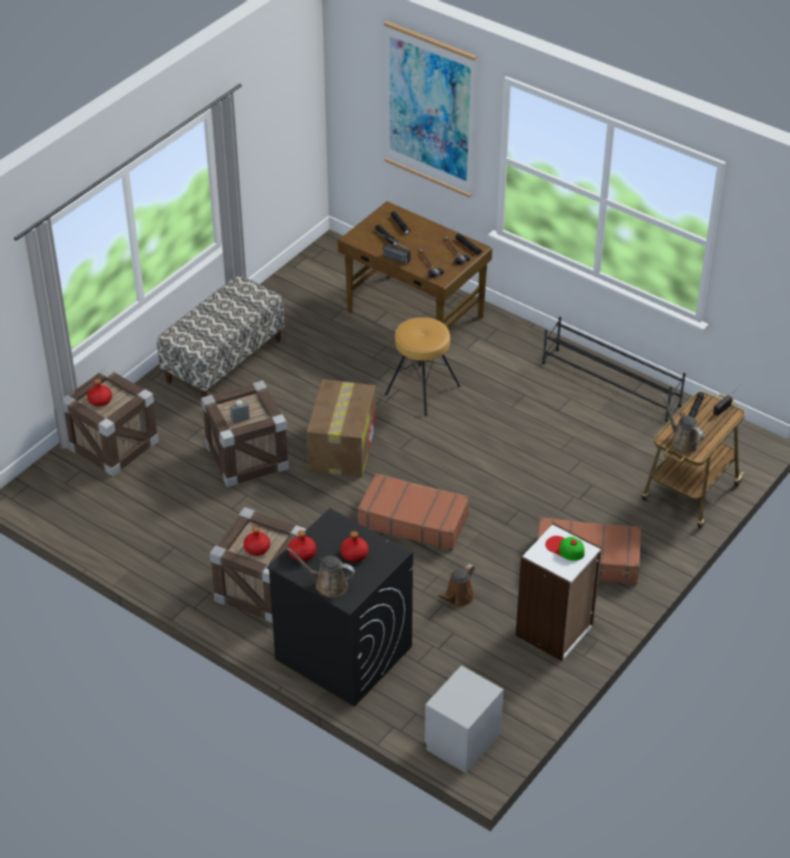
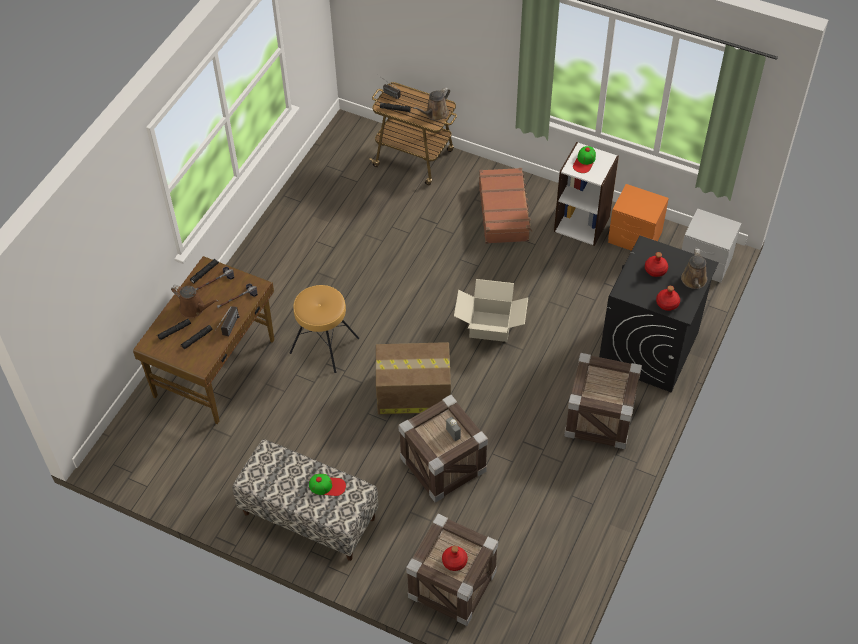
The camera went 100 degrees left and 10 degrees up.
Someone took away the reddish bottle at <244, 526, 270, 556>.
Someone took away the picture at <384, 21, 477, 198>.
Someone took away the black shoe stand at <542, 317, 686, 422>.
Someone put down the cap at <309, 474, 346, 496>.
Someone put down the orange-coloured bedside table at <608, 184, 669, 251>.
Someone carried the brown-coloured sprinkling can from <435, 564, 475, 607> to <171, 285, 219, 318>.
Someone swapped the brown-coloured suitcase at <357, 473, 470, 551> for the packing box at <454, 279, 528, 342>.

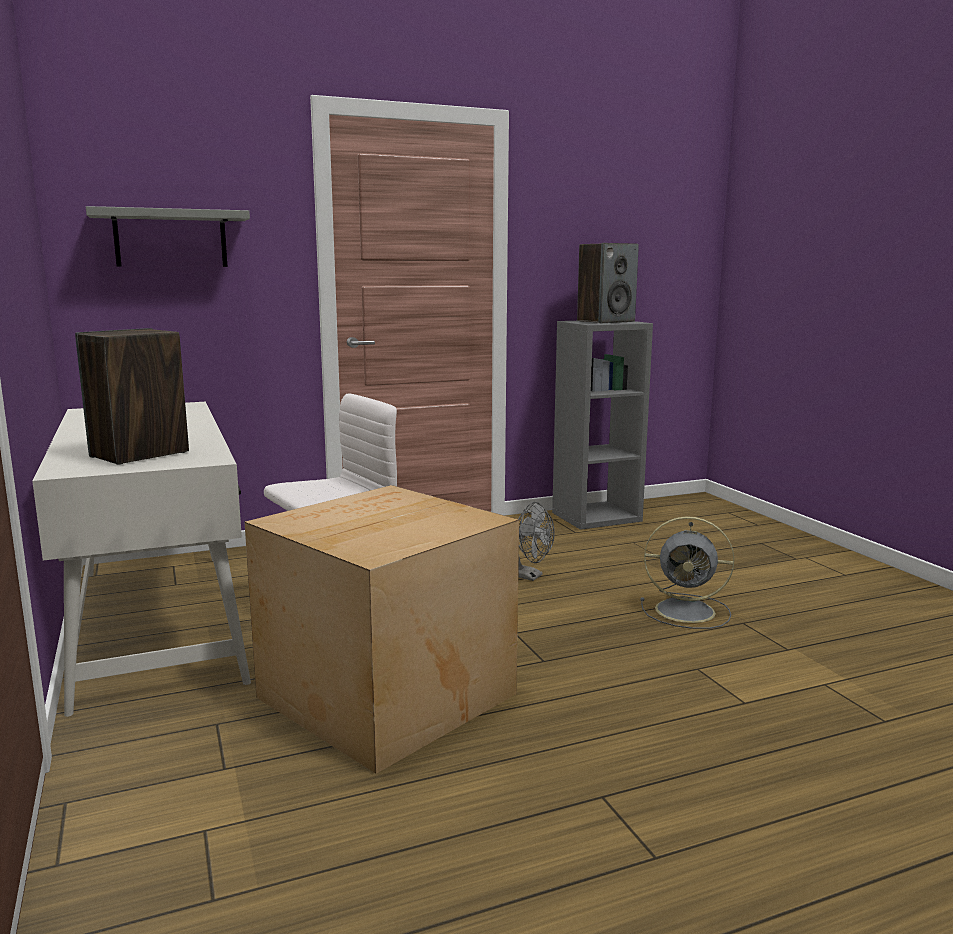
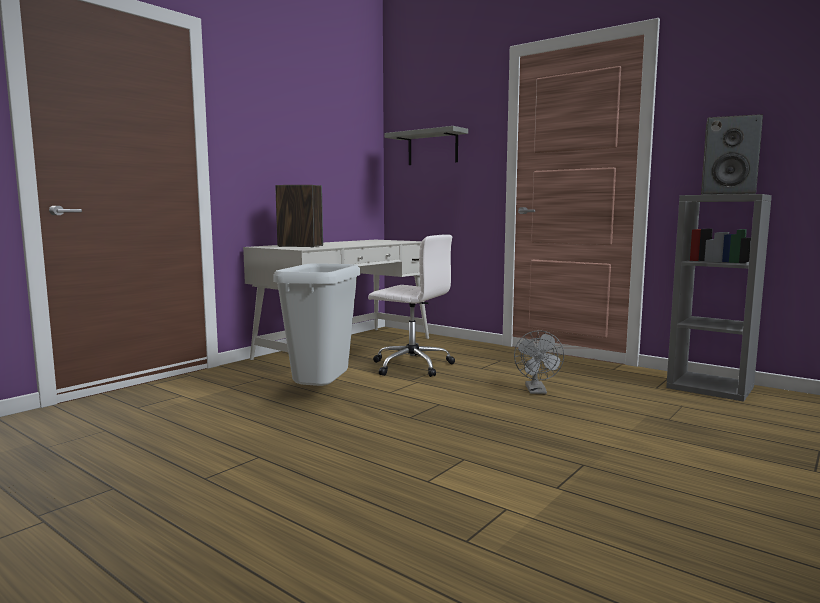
The camera went 60 degrees right and 5 degrees down.
Someone took away the gray electric fan at <640, 516, 734, 629>.
Someone swapped the packing box at <244, 485, 519, 774> for the gray rubbish bin at <273, 263, 360, 386>.

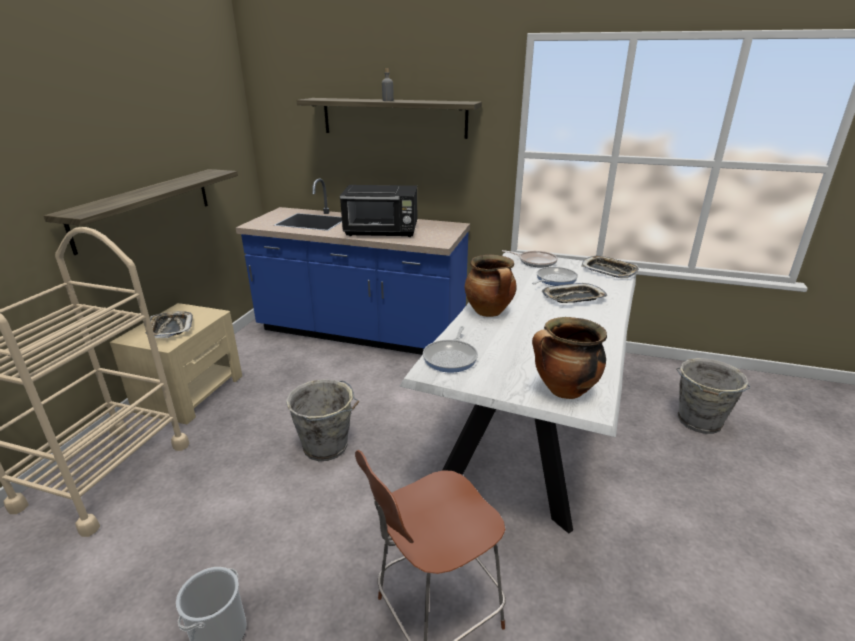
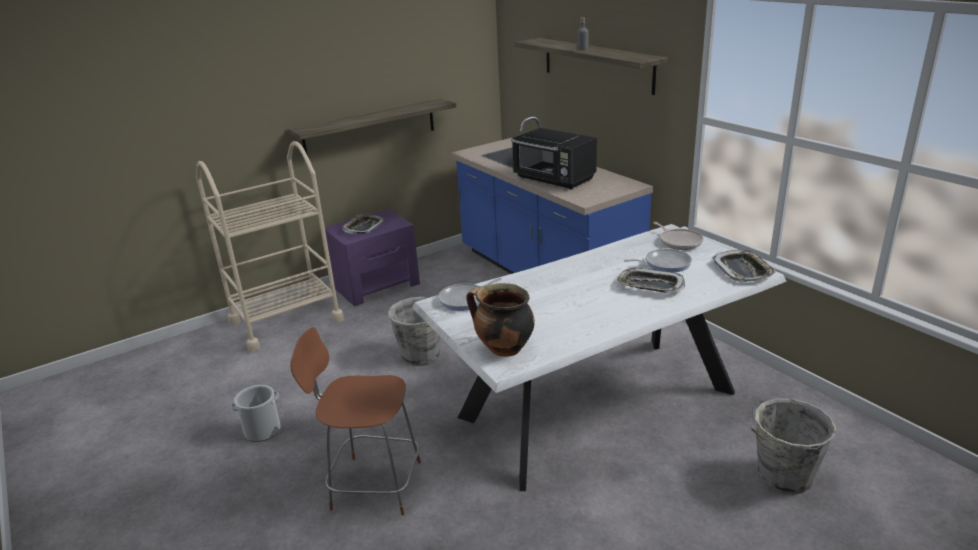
The camera went 40 degrees right and 0 degrees up.
Someone took away the cooking pot at <465, 255, 517, 317>.
Someone repainted the sand-coloured bedside table at <110, 303, 242, 424>, which became the purple-coloured bedside table at <325, 209, 420, 306>.

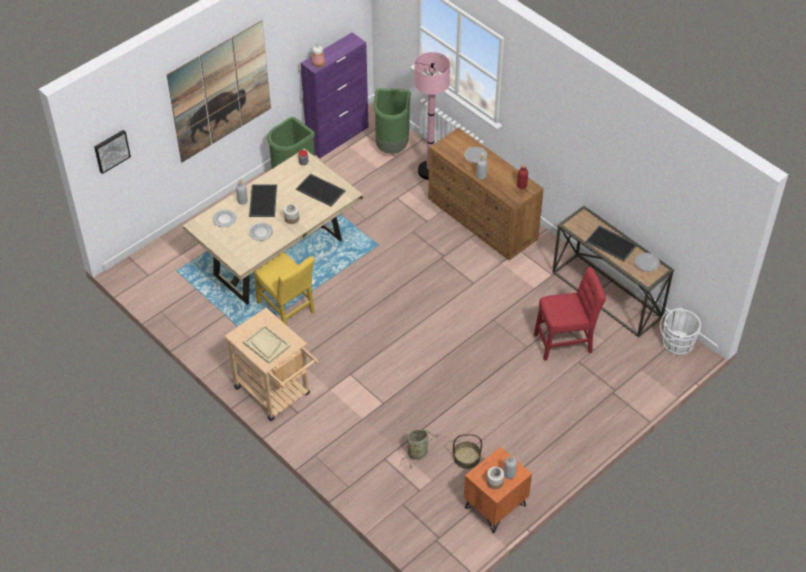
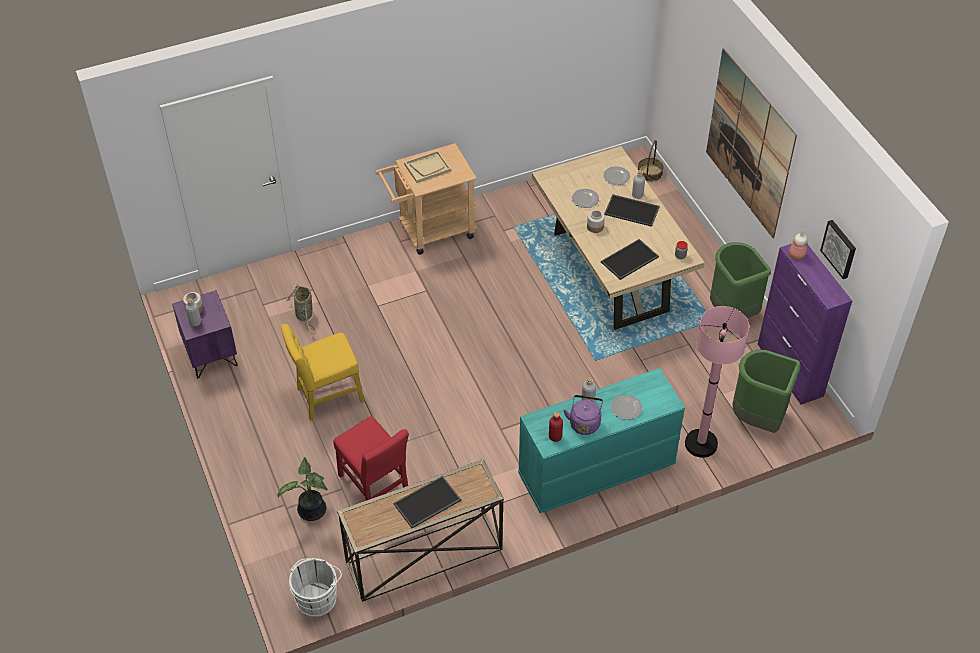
The camera went 110 degrees right and 0 degrees up.
Someone took away the plate at <635, 253, 660, 271>.
Someone put down the plant in a pot at <277, 457, 328, 521>.
Someone put down the purple-coloured kettle at <564, 395, 603, 435>.
Someone carried the picture from <94, 130, 131, 174> to <820, 220, 856, 279>.
Someone carried the yellow-coloured plain chair from <253, 252, 315, 325> to <281, 324, 365, 421>.
Someone carried the household basket from <453, 434, 482, 469> to <638, 140, 663, 181>.
Someone repainted the brown-coloured dresser at <428, 128, 544, 260>, which became the turquoise-coloured dresser at <518, 368, 685, 513>.
Someone repainted the orange-coloured bedside table at <464, 447, 532, 533>, which became the purple-coloured bedside table at <172, 290, 238, 378>.
Someone rotated the reddish plain chair at <534, 267, 606, 361> by 45 degrees counterclockwise.

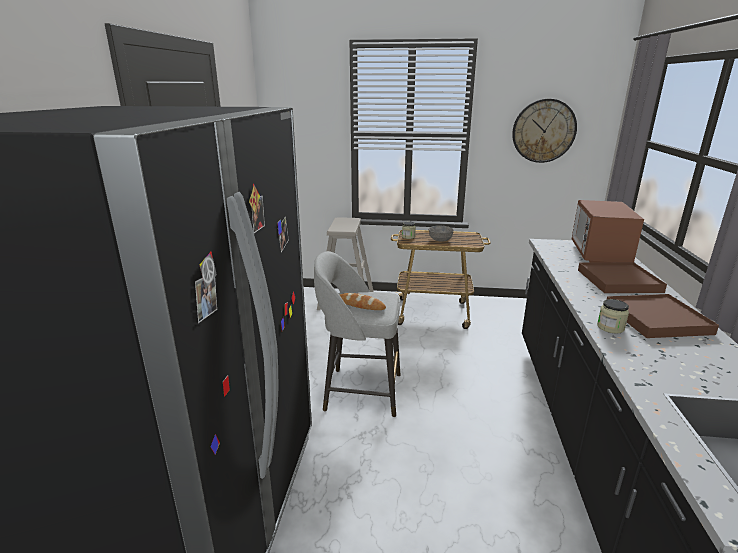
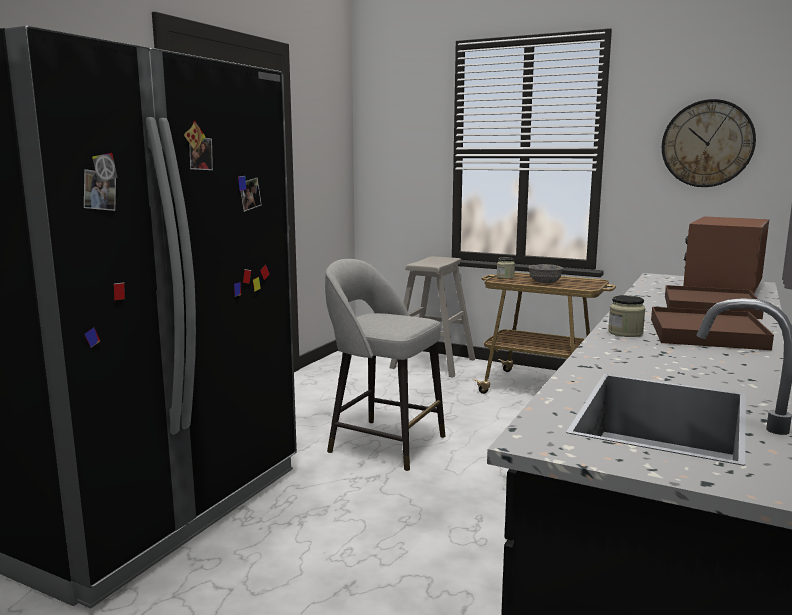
The camera went 20 degrees right and 10 degrees down.
Someone took away the bread at <340, 293, 386, 310>.

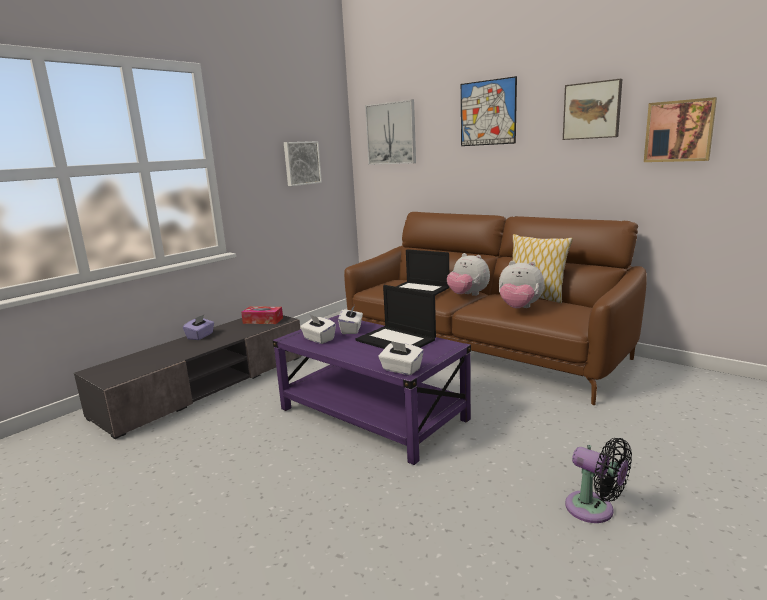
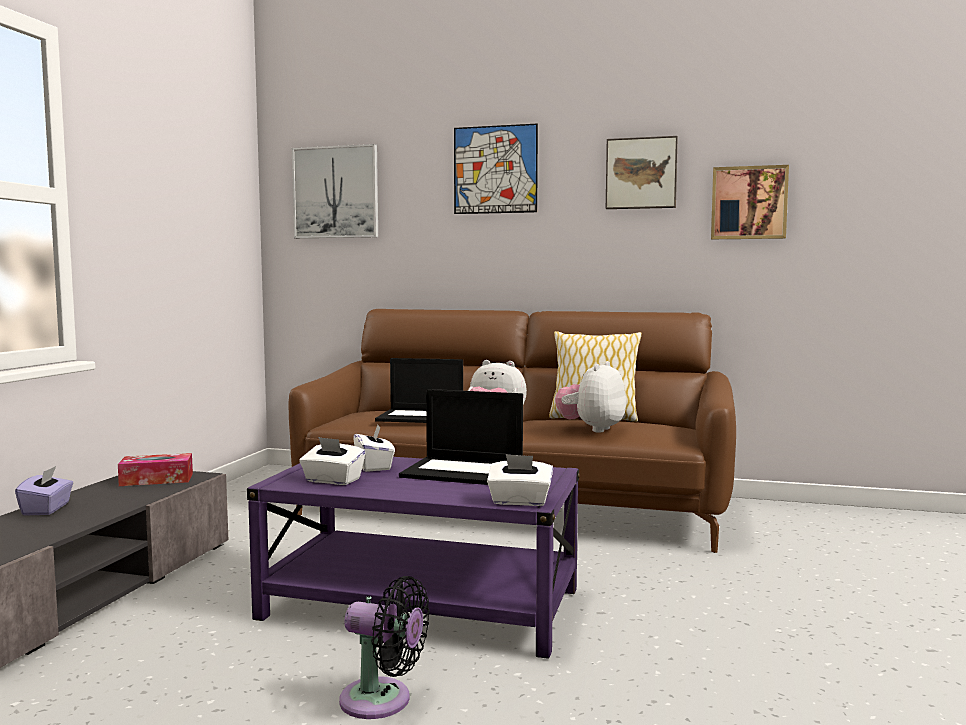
The camera went 25 degrees left and 10 degrees down.
Someone took away the picture at <284, 141, 322, 186>.
Someone carried the black electric fan from <565, 438, 632, 523> to <339, 576, 430, 719>.
Someone rotated the plush toy at <499, 261, 544, 308> by 120 degrees clockwise.

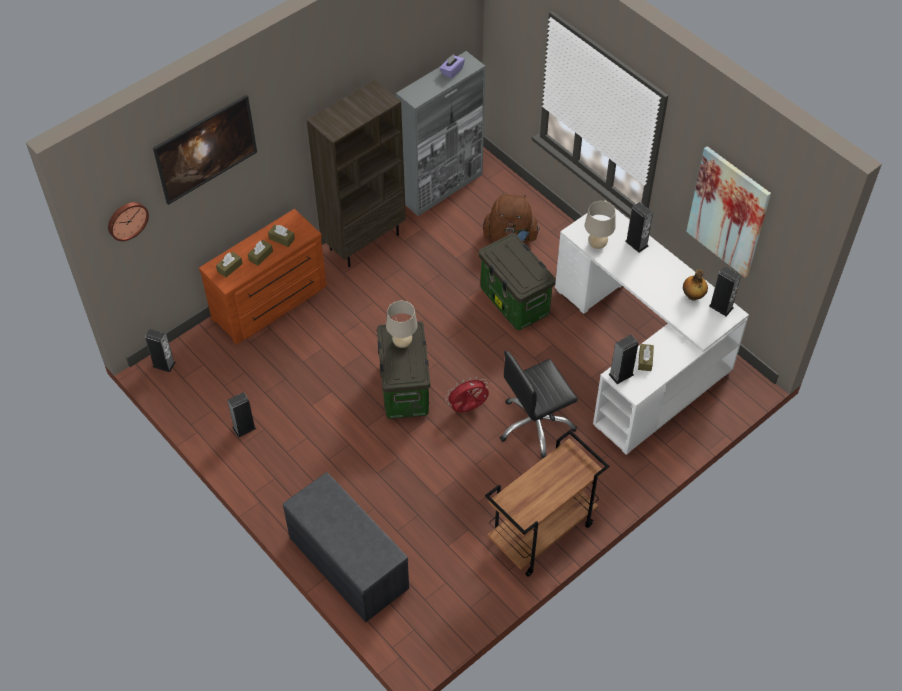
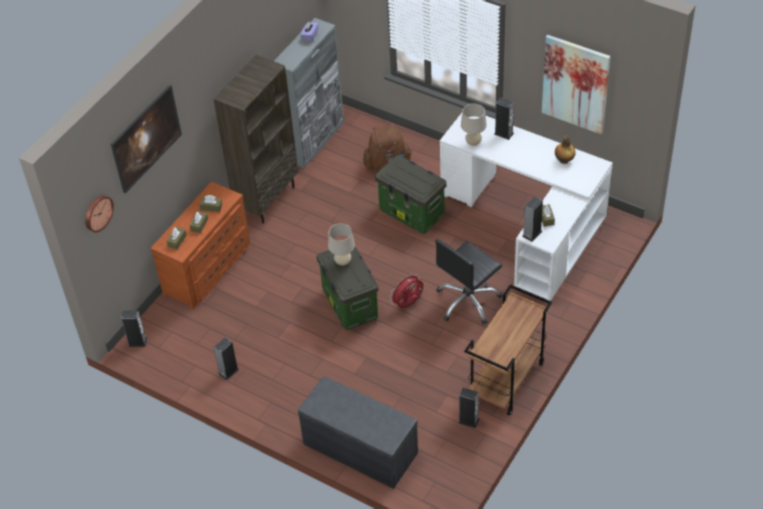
The camera went 15 degrees left and 5 degrees down.
Someone carried the audio speaker from <709, 266, 741, 316> to <458, 387, 480, 428>.

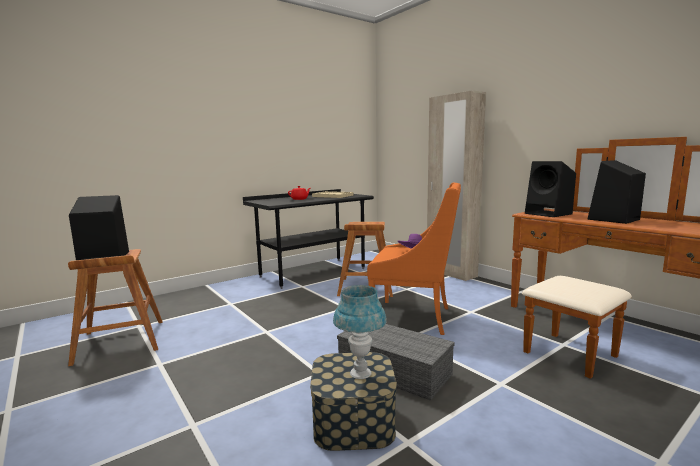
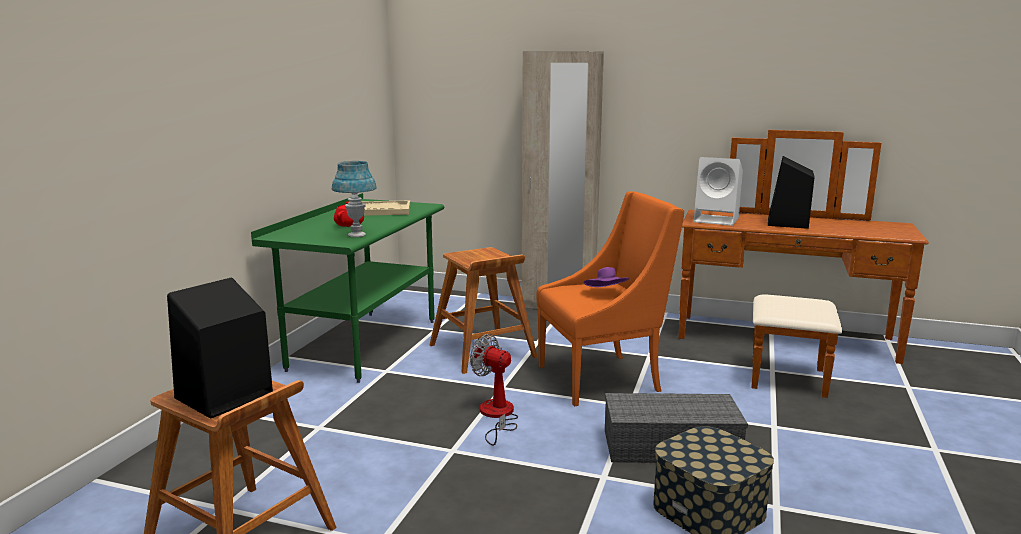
The camera went 35 degrees left and 5 degrees up.
Someone put down the electric fan at <470, 334, 518, 446>.
Someone carried the blue tabletop lamp from <333, 285, 387, 379> to <332, 161, 377, 237>.
Someone repainted the black desk table at <243, 189, 374, 289>, which became the green desk table at <251, 193, 444, 383>.
Someone repainted the black audio speaker at <525, 161, 576, 217>, which became the white-coloured audio speaker at <694, 157, 743, 226>.

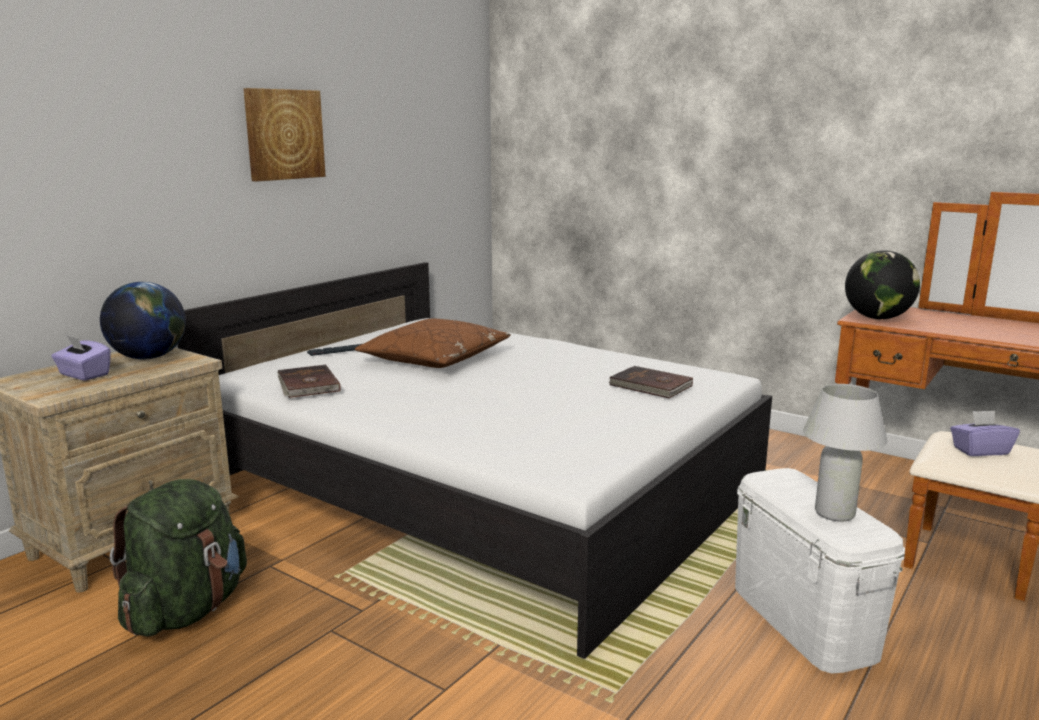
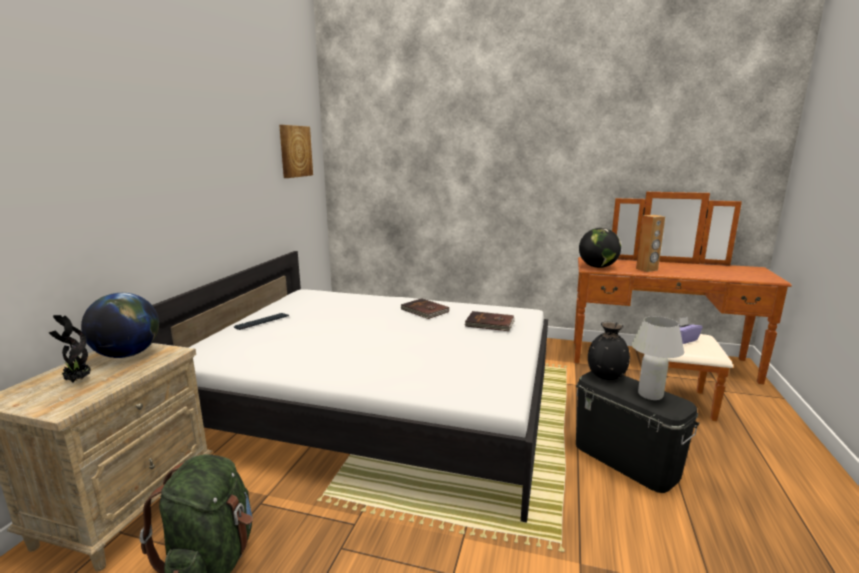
The camera went 20 degrees left and 0 degrees up.
Someone took away the brown-coloured cushion at <355, 319, 511, 368>.
Someone put down the black decorative vase at <588, 322, 630, 380>.
Someone put down the brown-coloured audio speaker at <636, 215, 665, 272>.
Someone carried the picture from <243, 88, 326, 182> to <279, 125, 313, 178>.
Someone carried the brown-coloured book from <277, 364, 341, 398> to <400, 298, 449, 319>.
Someone swapped the purple-coloured tissue box at <51, 335, 111, 381> for the plant in a pot at <49, 315, 91, 382>.
Someone repainted the white-coloured storage container at <735, 468, 905, 674>, which became the black storage container at <576, 371, 699, 493>.

